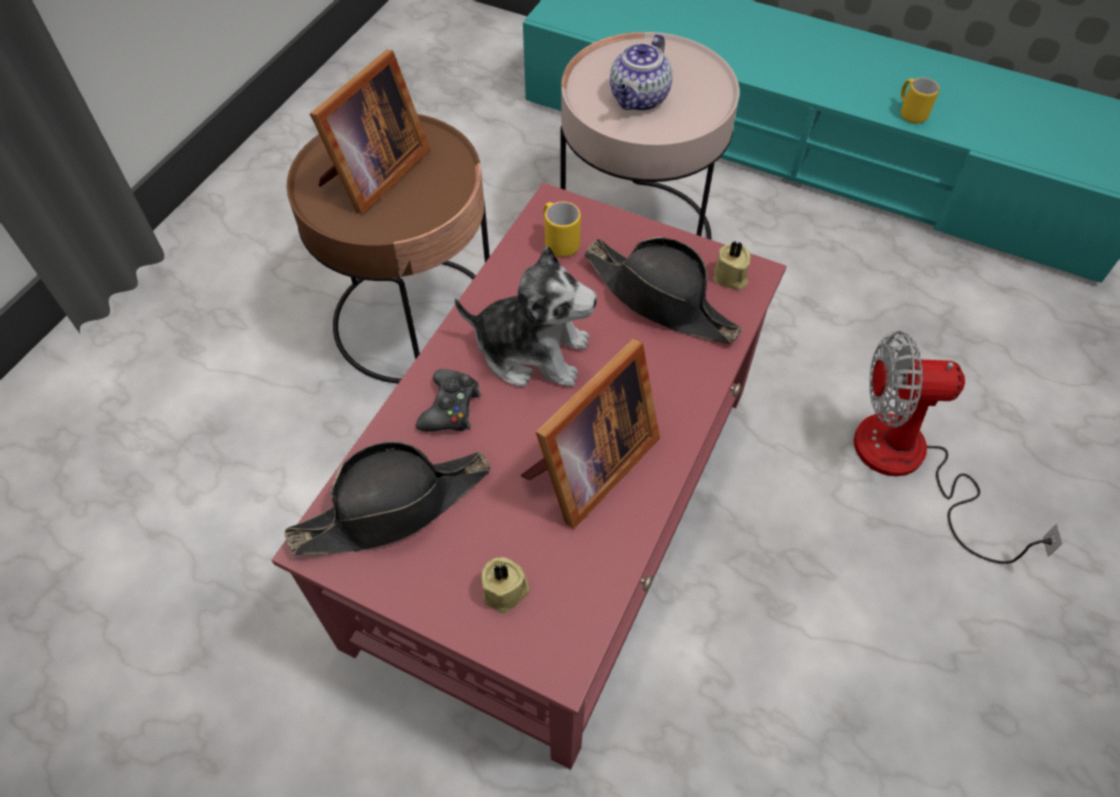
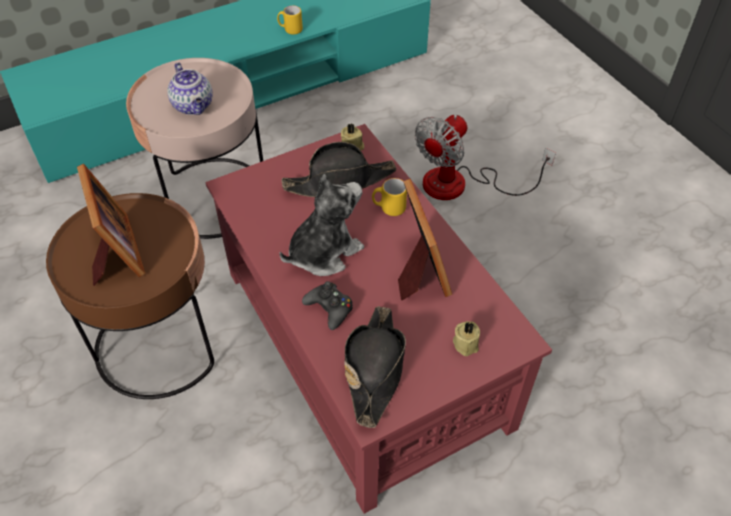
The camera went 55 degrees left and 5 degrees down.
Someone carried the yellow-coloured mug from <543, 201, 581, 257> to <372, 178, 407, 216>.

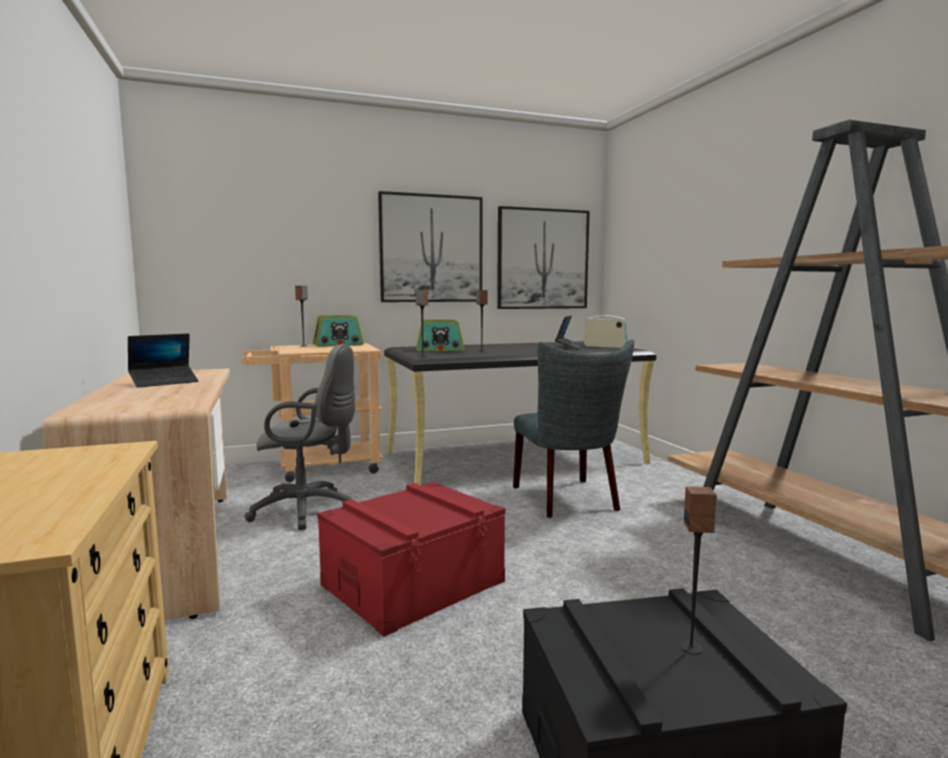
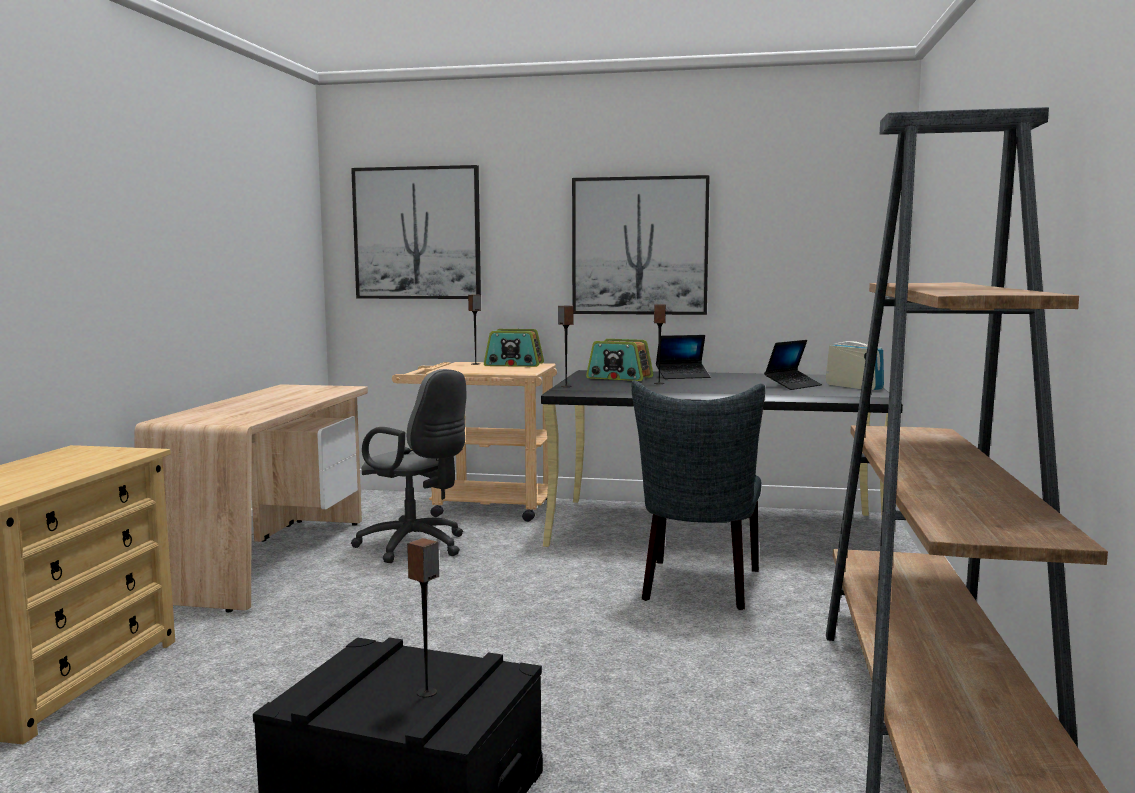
The camera went 30 degrees right and 0 degrees up.
Someone took away the reddish storage container at <317, 482, 506, 637>.
Someone carried the laptop from <128, 334, 199, 388> to <656, 335, 711, 379>.
Someone carried the picture from <497, 206, 590, 309> to <351, 165, 481, 299>.

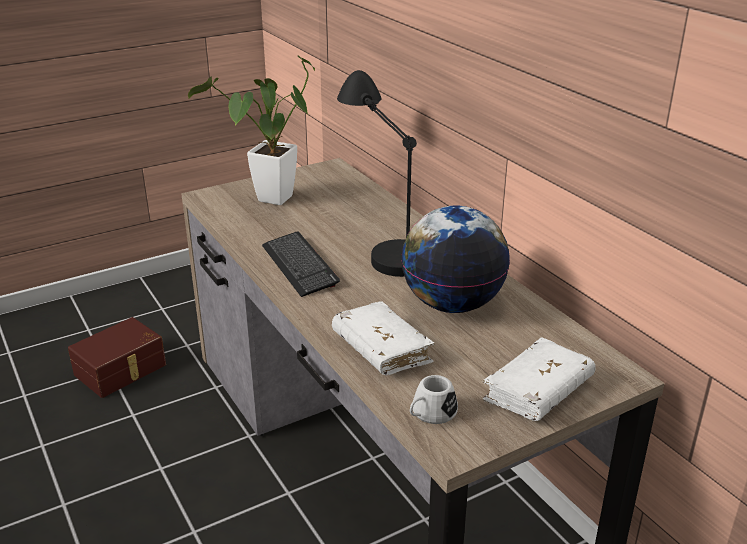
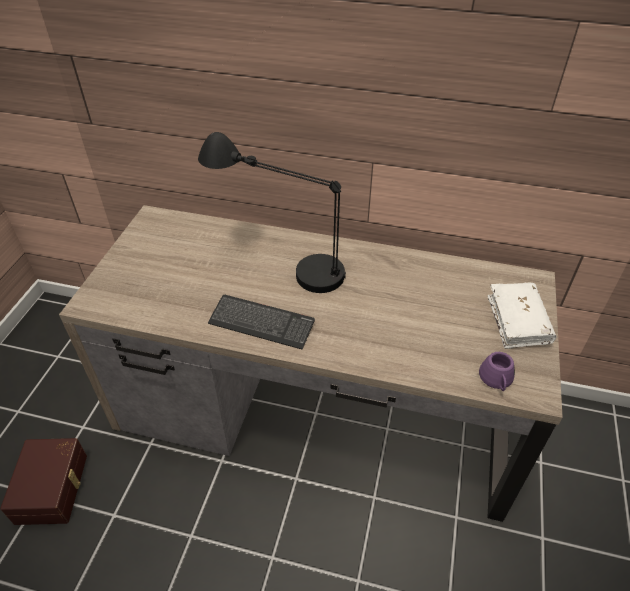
The camera went 45 degrees left and 15 degrees up.
Someone took away the plant in a pot at <188, 56, 315, 205>.
Someone took away the white-coloured book at <332, 301, 435, 376>.
Someone took away the world globe at <401, 205, 510, 313>.
Someone repainted the white-coloured mug at <410, 375, 458, 424>, which became the purple-coloured mug at <479, 352, 515, 391>.

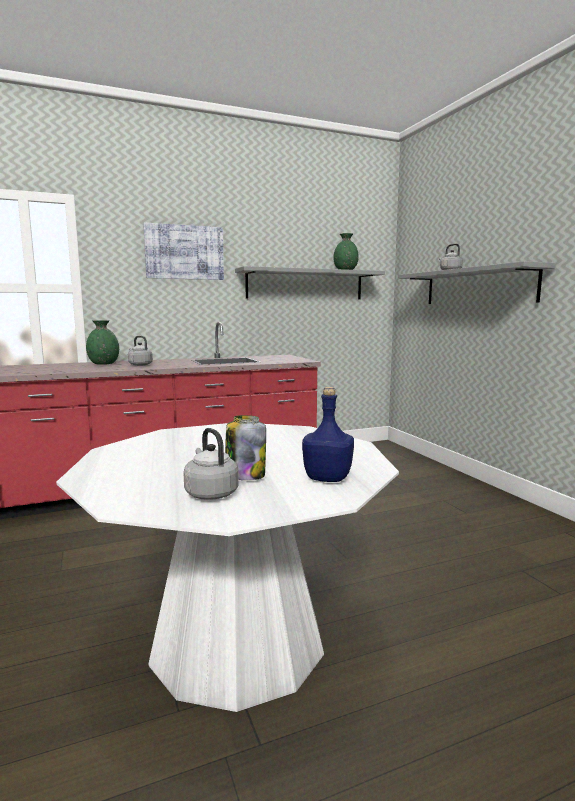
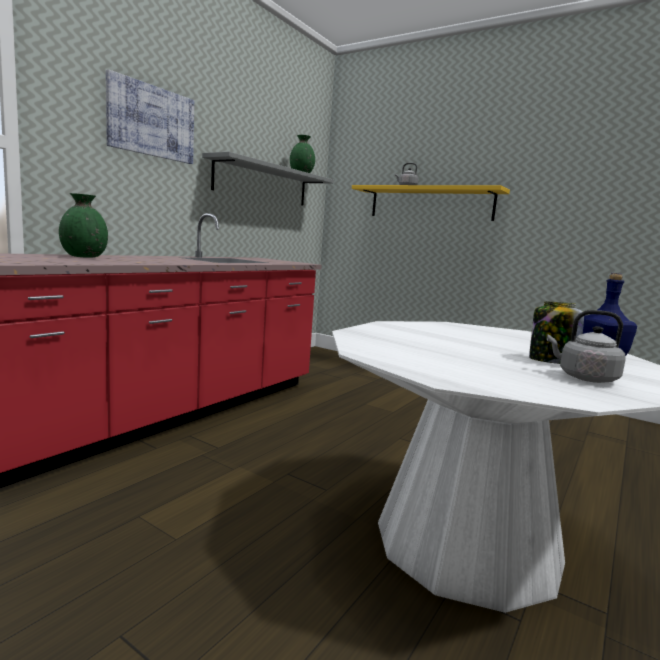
The camera went 35 degrees left and 0 degrees up.
Someone took away the gray kettle at <128, 336, 153, 366>.
Someone repainted the gray shelf at <399, 261, 556, 304>, which became the yellow-coloured shelf at <352, 185, 510, 221>.

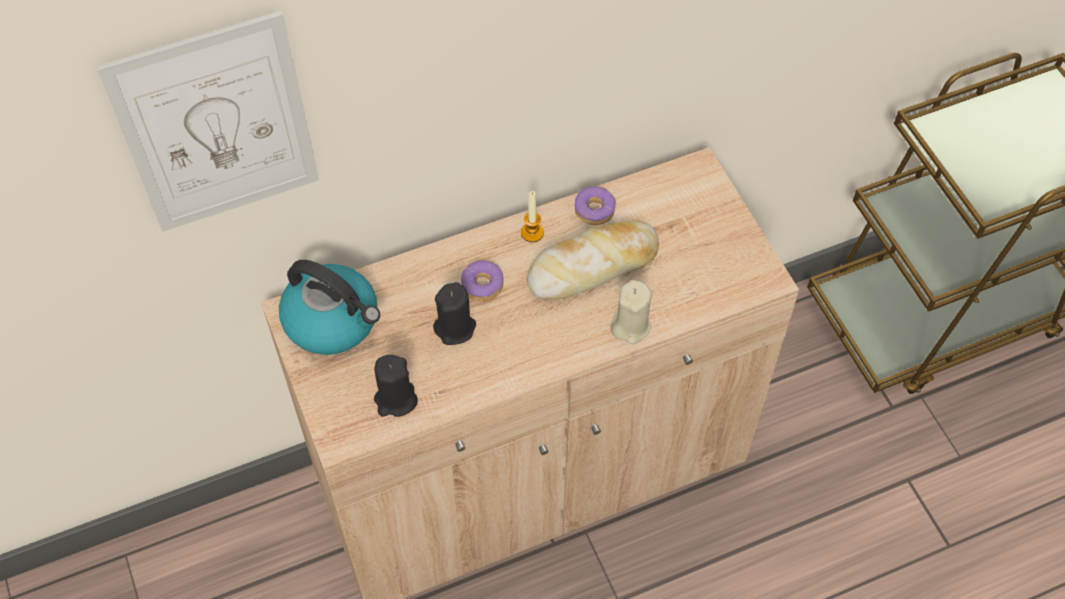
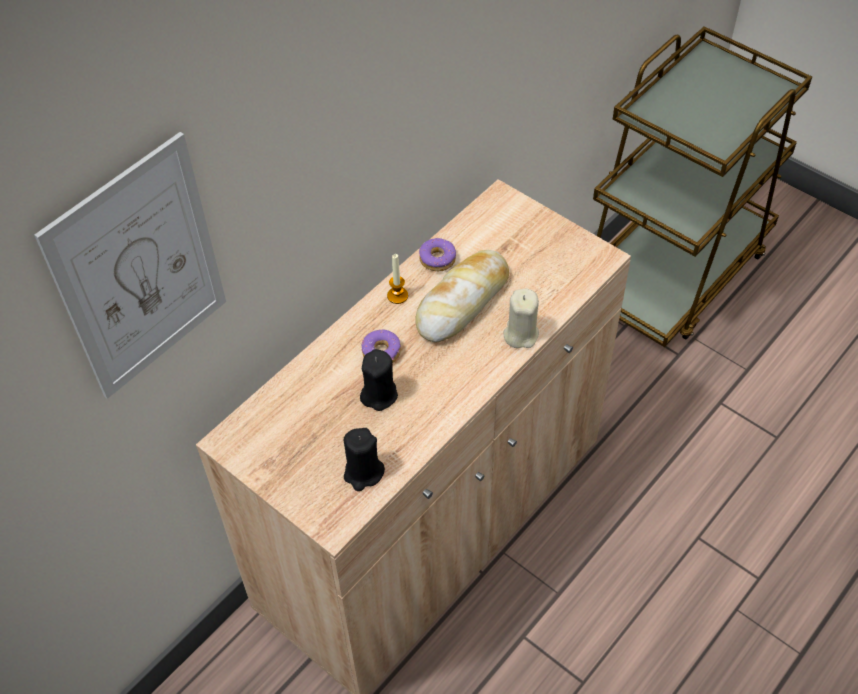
The camera went 25 degrees left and 5 degrees down.
Someone took away the kettle at <279, 260, 380, 355>.

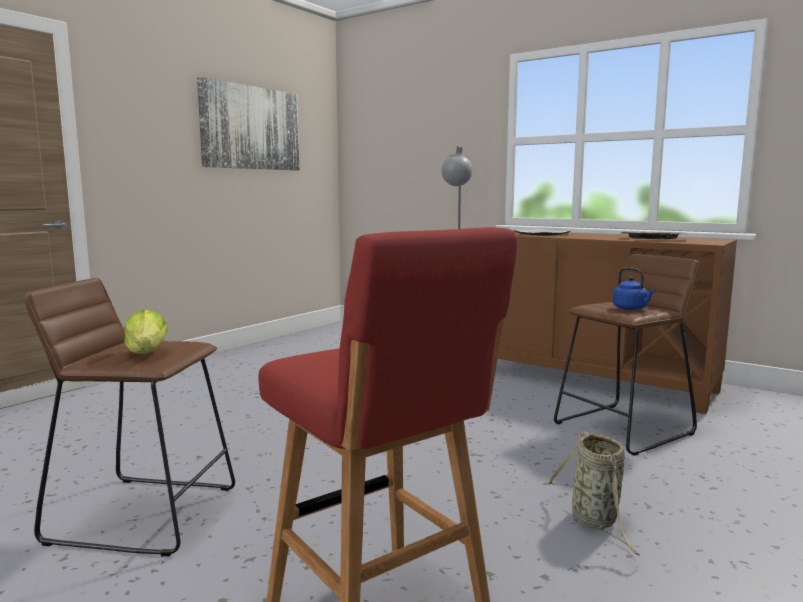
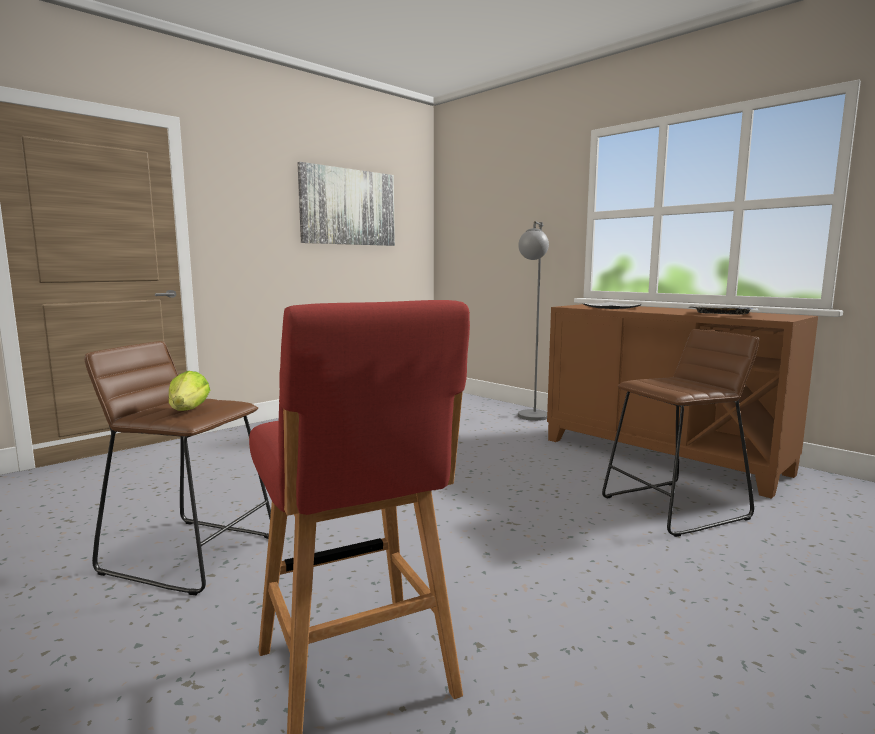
The camera went 10 degrees right and 0 degrees up.
Someone took away the household basket at <546, 431, 640, 555>.
Someone took away the blue kettle at <612, 267, 656, 310>.

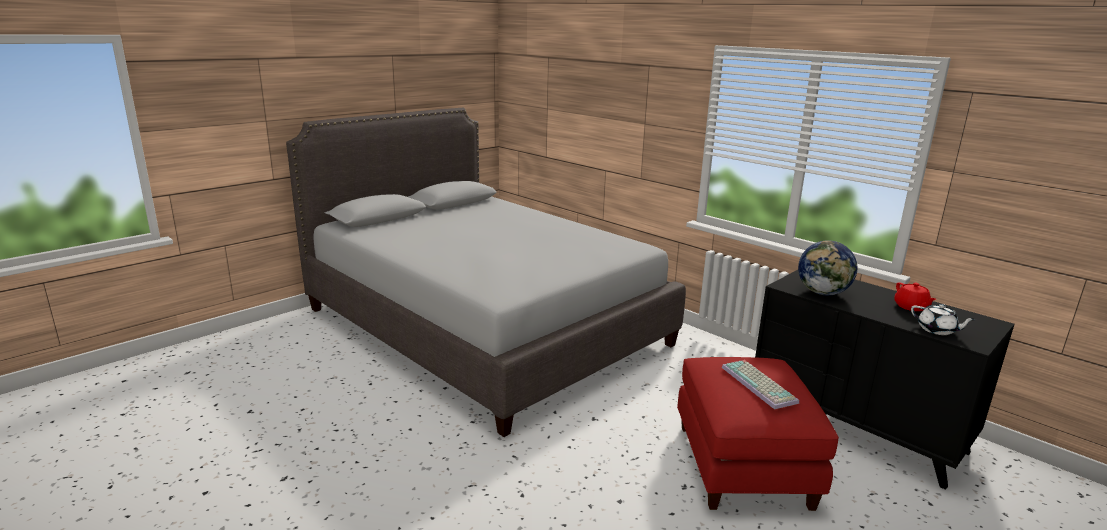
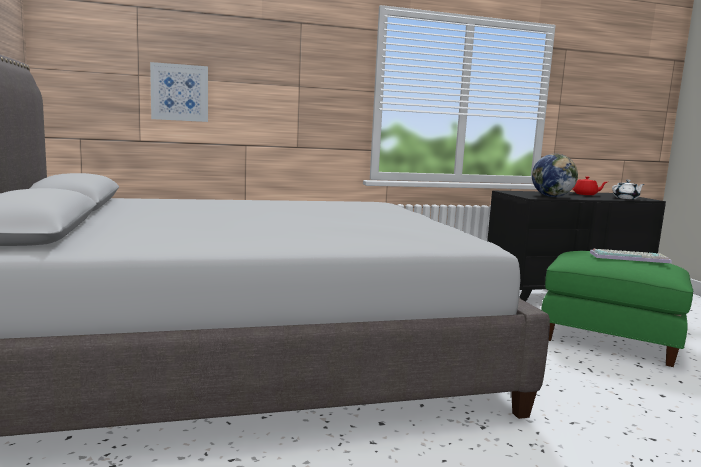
The camera went 60 degrees left and 10 degrees down.
Someone put up the picture at <150, 62, 208, 122>.
Someone repainted the reddish pouffe at <677, 357, 839, 511>, which became the green pouffe at <541, 251, 693, 367>.

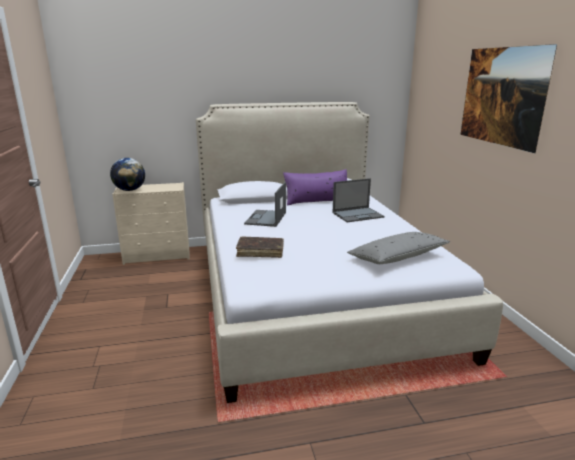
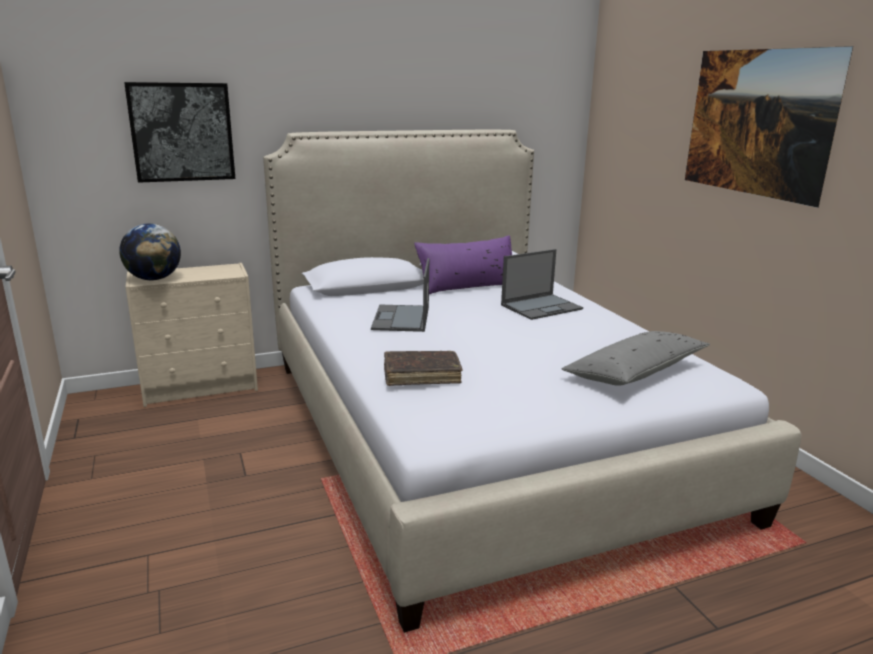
The camera went 10 degrees left and 0 degrees up.
Someone put up the picture at <124, 82, 235, 183>.

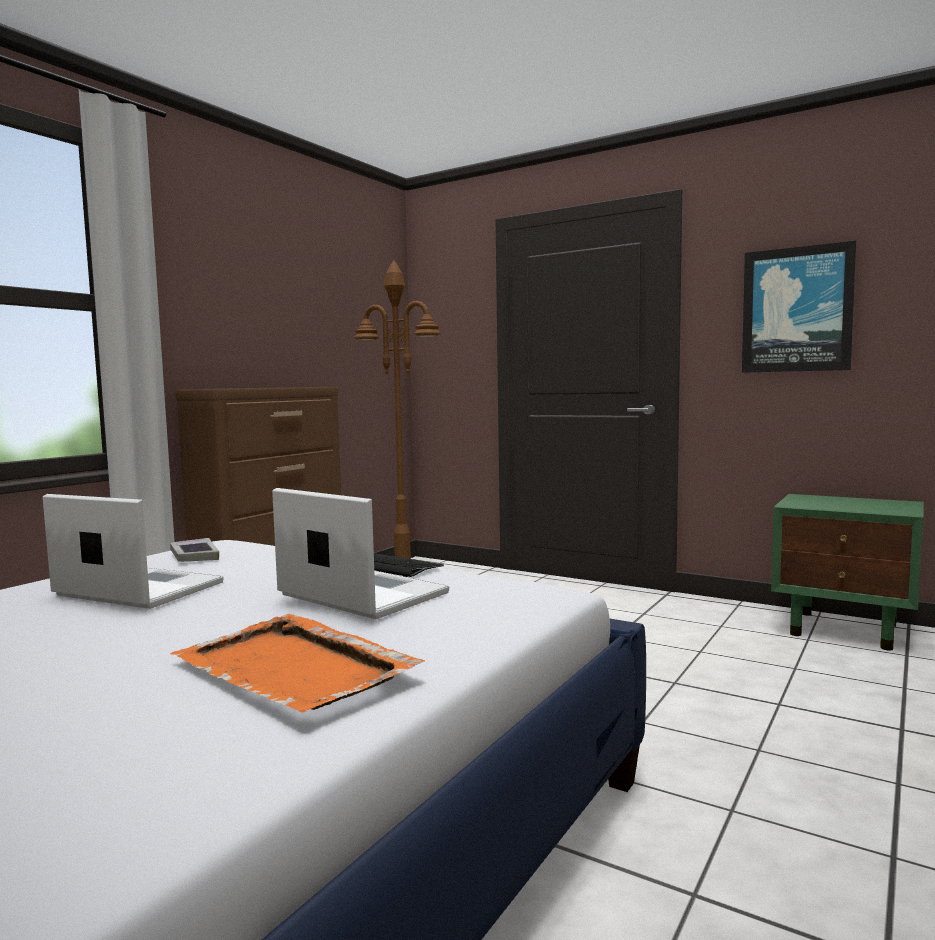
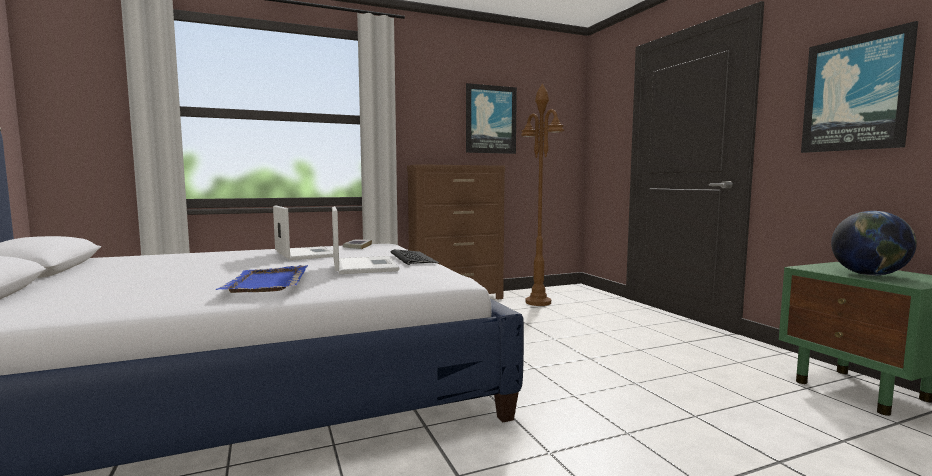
The camera went 35 degrees right and 0 degrees up.
Someone put up the picture at <466, 83, 517, 154>.
Someone put down the world globe at <831, 211, 917, 276>.
Someone repainted the orange-coloured carrying tray at <171, 614, 425, 713>, which became the blue carrying tray at <216, 265, 308, 293>.

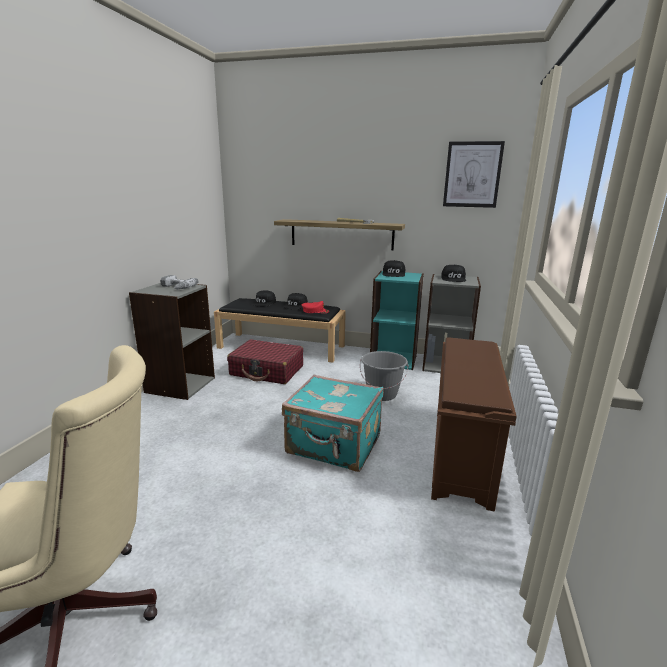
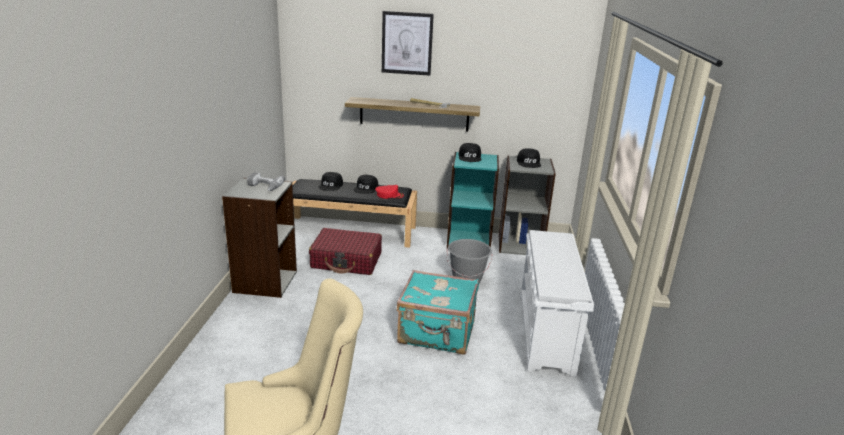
The camera went 10 degrees left and 5 degrees up.
Someone carried the picture from <443, 141, 505, 208> to <382, 11, 434, 76>.
Someone repainted the brown-coloured shoe stand at <431, 337, 517, 512>, which became the white-coloured shoe stand at <520, 230, 594, 377>.

